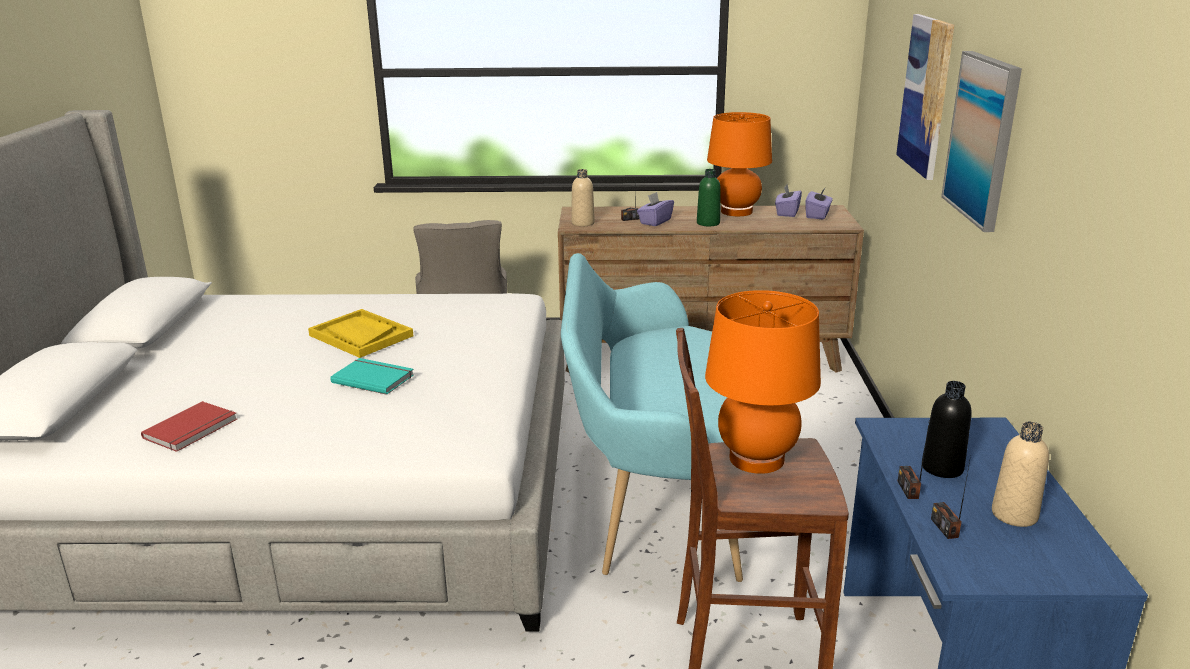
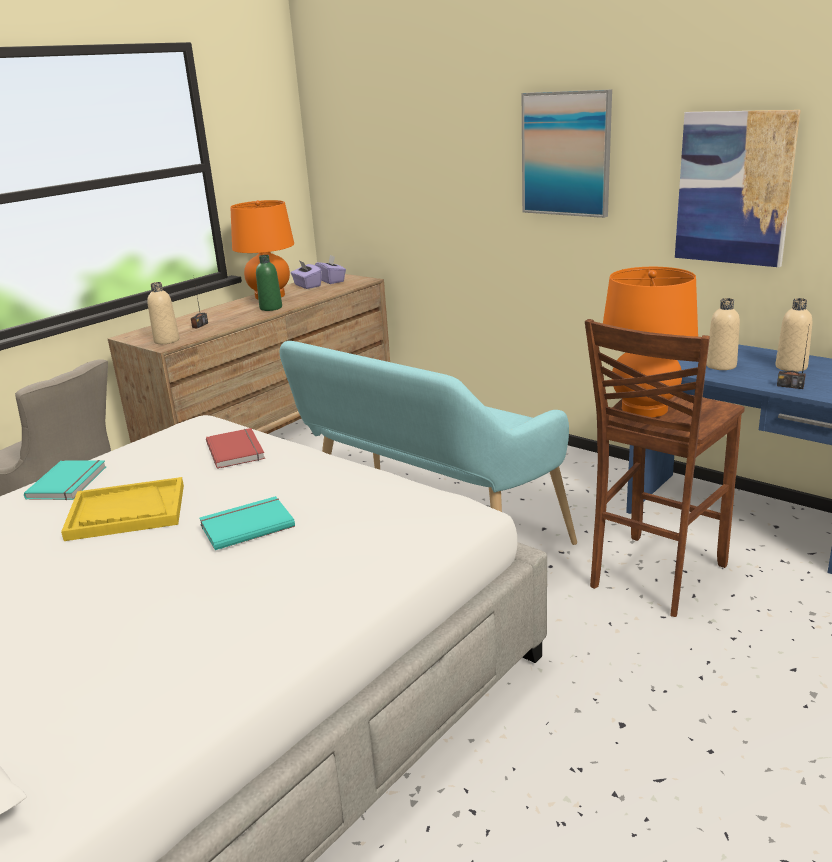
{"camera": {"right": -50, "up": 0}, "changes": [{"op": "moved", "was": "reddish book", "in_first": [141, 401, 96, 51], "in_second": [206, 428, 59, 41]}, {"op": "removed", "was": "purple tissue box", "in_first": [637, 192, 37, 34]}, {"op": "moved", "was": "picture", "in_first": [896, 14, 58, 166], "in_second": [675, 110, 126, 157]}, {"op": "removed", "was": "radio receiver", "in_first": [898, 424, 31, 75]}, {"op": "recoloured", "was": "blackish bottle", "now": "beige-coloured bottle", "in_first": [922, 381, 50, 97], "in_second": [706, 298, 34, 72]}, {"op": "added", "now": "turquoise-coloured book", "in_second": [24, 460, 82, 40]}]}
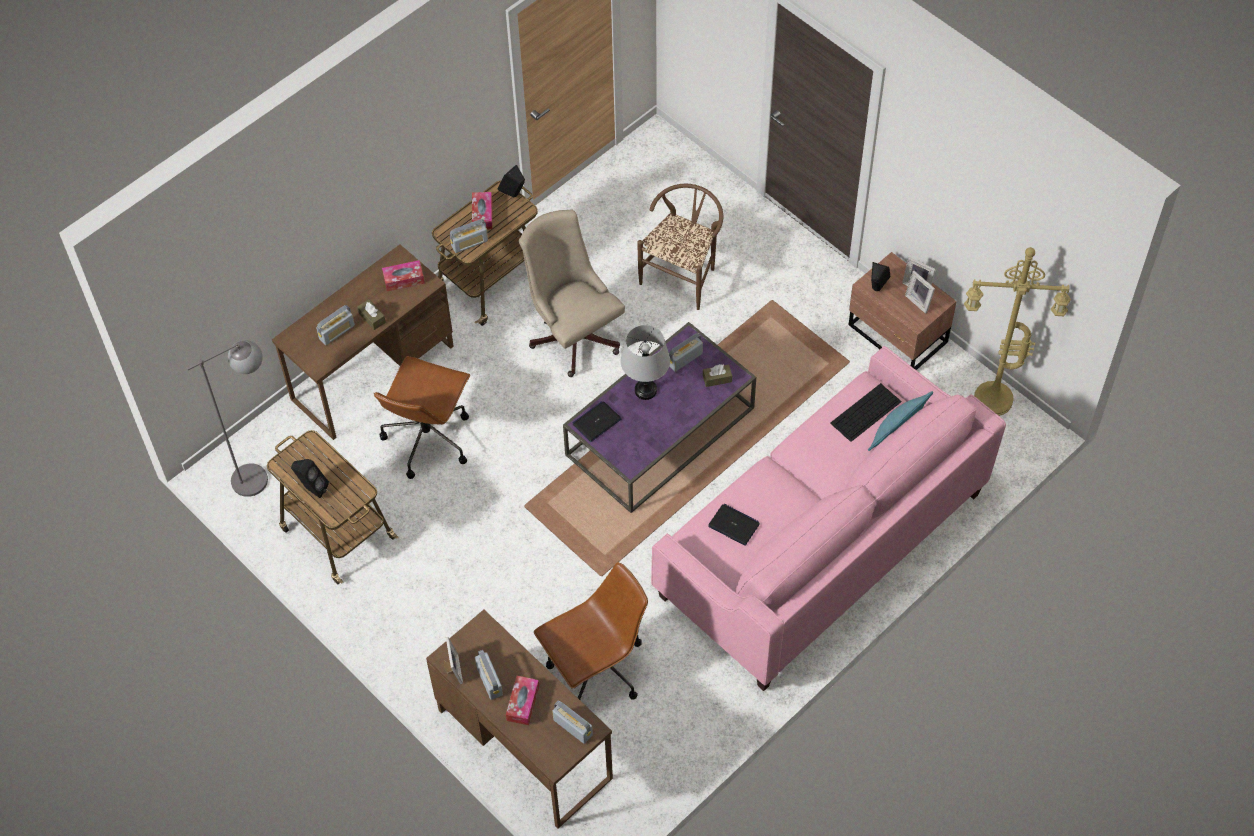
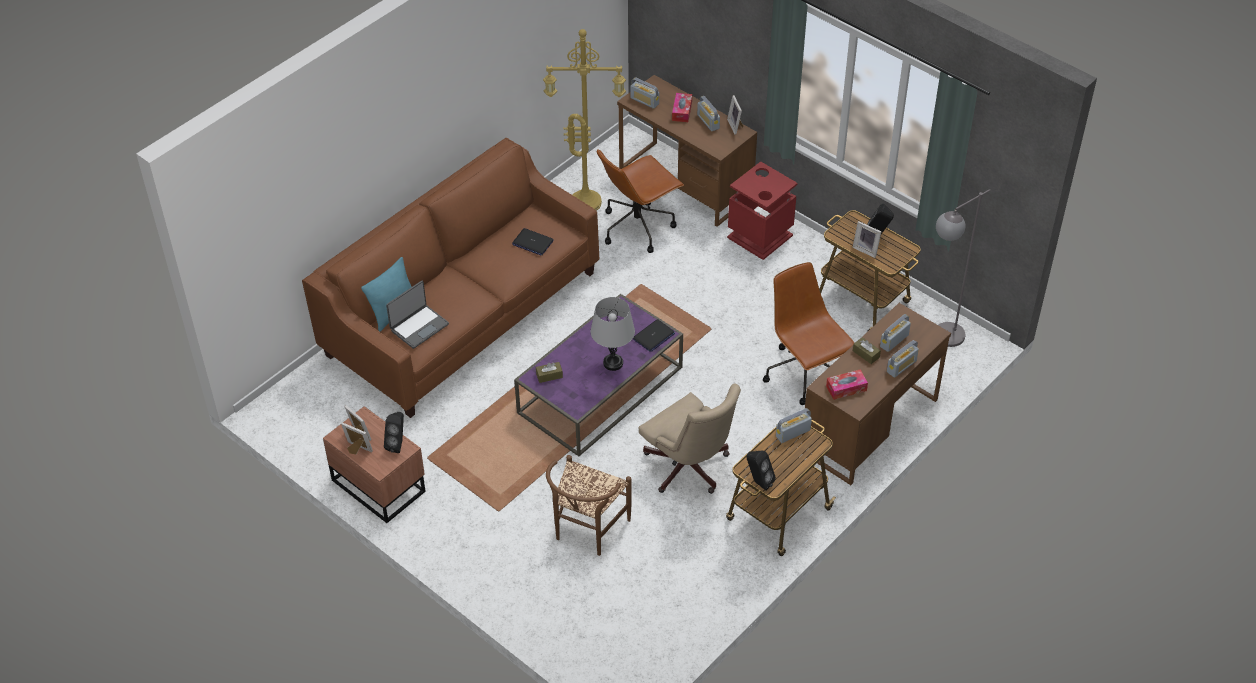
{"camera": {"right": 175, "up": -10}, "changes": [{"op": "turned", "was": "brown office chair", "in_first": [373, 356, 97, 123], "in_second": [763, 262, 91, 143], "clockwise": -45}, {"op": "removed", "was": "tissue box", "in_first": [472, 192, 21, 37]}, {"op": "recoloured", "was": "pink settee", "now": "brown settee", "in_first": [651, 346, 355, 345], "in_second": [302, 138, 297, 280]}, {"op": "moved", "was": "radio receiver", "in_first": [669, 333, 34, 39], "in_second": [887, 340, 32, 38]}, {"op": "replaced", "was": "computer keyboard", "now": "portable computer", "in_first": [830, 383, 72, 59], "in_second": [386, 281, 63, 68]}, {"op": "moved", "was": "yellow standard lamp", "in_first": [964, 247, 107, 169], "in_second": [543, 29, 83, 182]}, {"op": "added", "now": "reddish rubbish bin", "in_second": [727, 162, 71, 98]}, {"op": "added", "now": "standing frame", "in_second": [852, 221, 29, 37]}]}
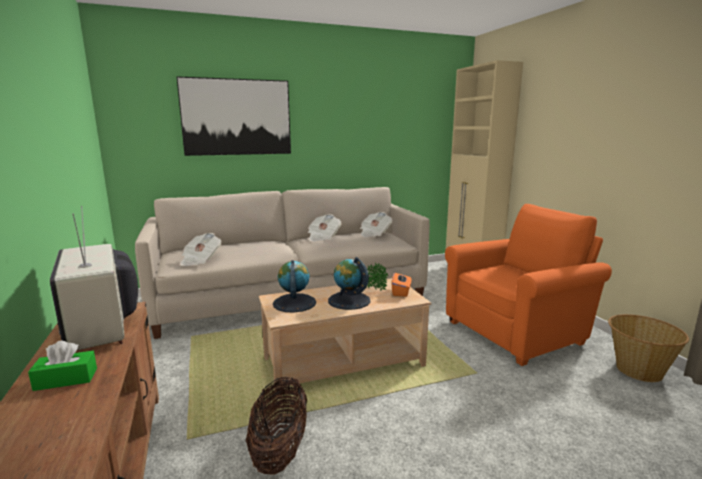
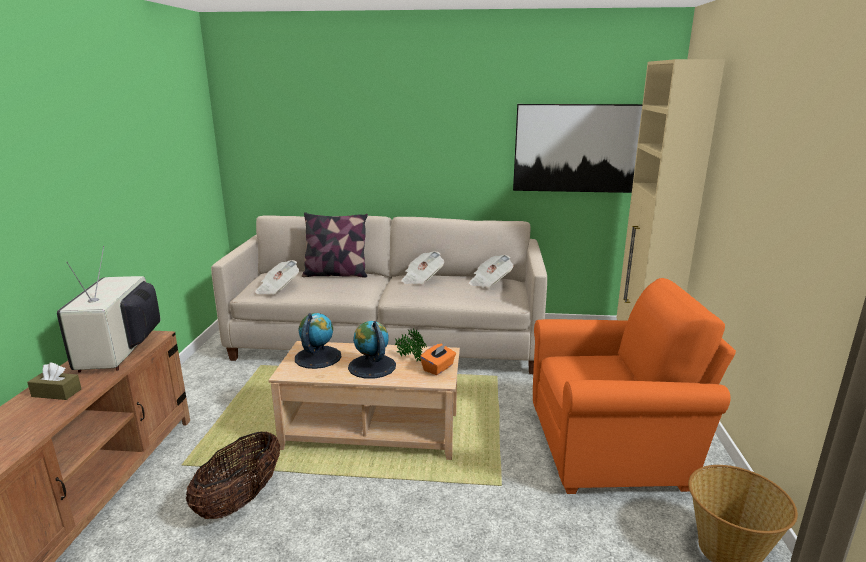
{"camera": {"right": 25, "up": 5}, "changes": [{"op": "recoloured", "was": "greenish tissue box", "now": "brown tissue box", "in_first": [28, 341, 69, 50], "in_second": [27, 362, 54, 38]}, {"op": "moved", "was": "picture", "in_first": [176, 76, 115, 80], "in_second": [513, 104, 129, 89]}, {"op": "added", "now": "pillow", "in_second": [302, 212, 66, 66]}]}
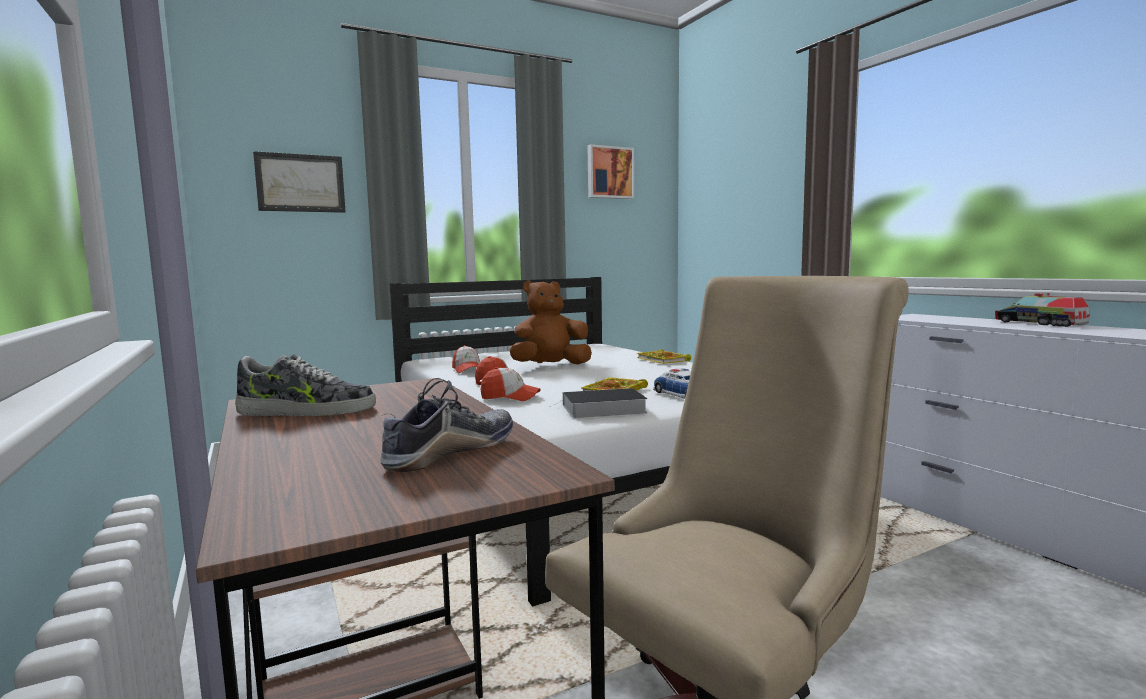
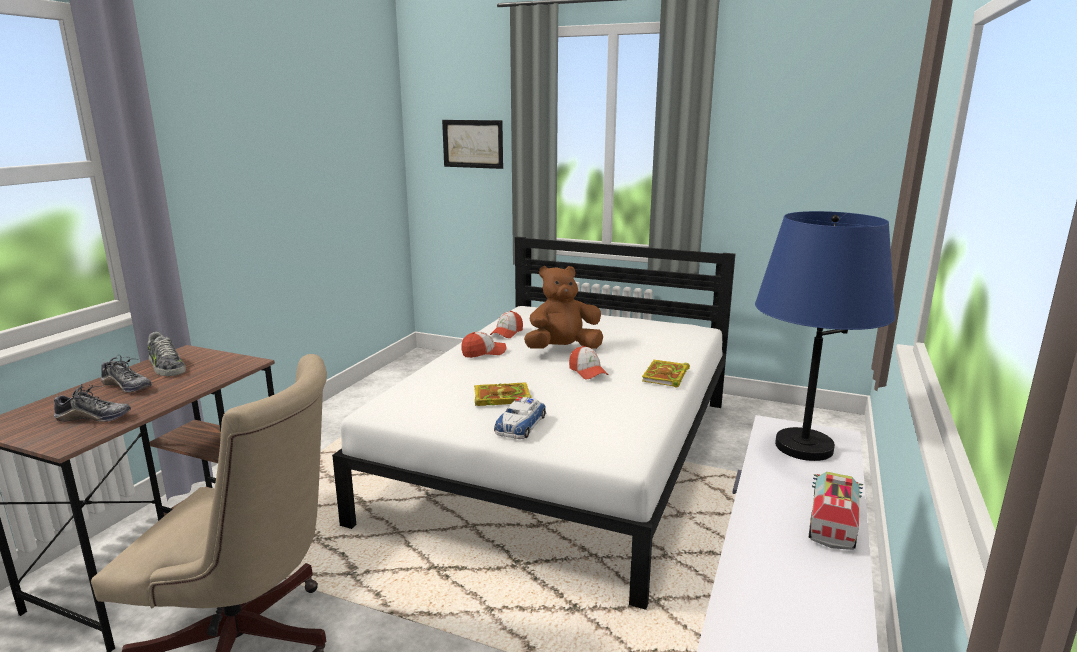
{"camera": {"right": 50, "up": 10}, "changes": [{"op": "moved", "was": "cap", "in_first": [481, 367, 60, 34], "in_second": [569, 346, 40, 33]}, {"op": "turned", "was": "brown plush toy", "in_first": [509, 280, 83, 84], "in_second": [524, 266, 79, 83], "clockwise": -45}, {"op": "removed", "was": "book", "in_first": [550, 388, 98, 30]}, {"op": "removed", "was": "picture", "in_first": [587, 144, 47, 55]}, {"op": "added", "now": "item of footwear", "in_second": [101, 355, 51, 38]}, {"op": "added", "now": "blue lamp for a table", "in_second": [755, 211, 140, 250]}]}
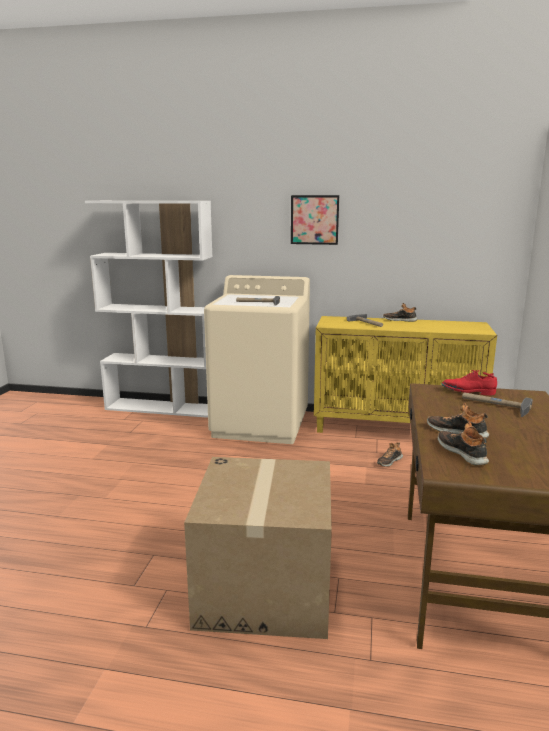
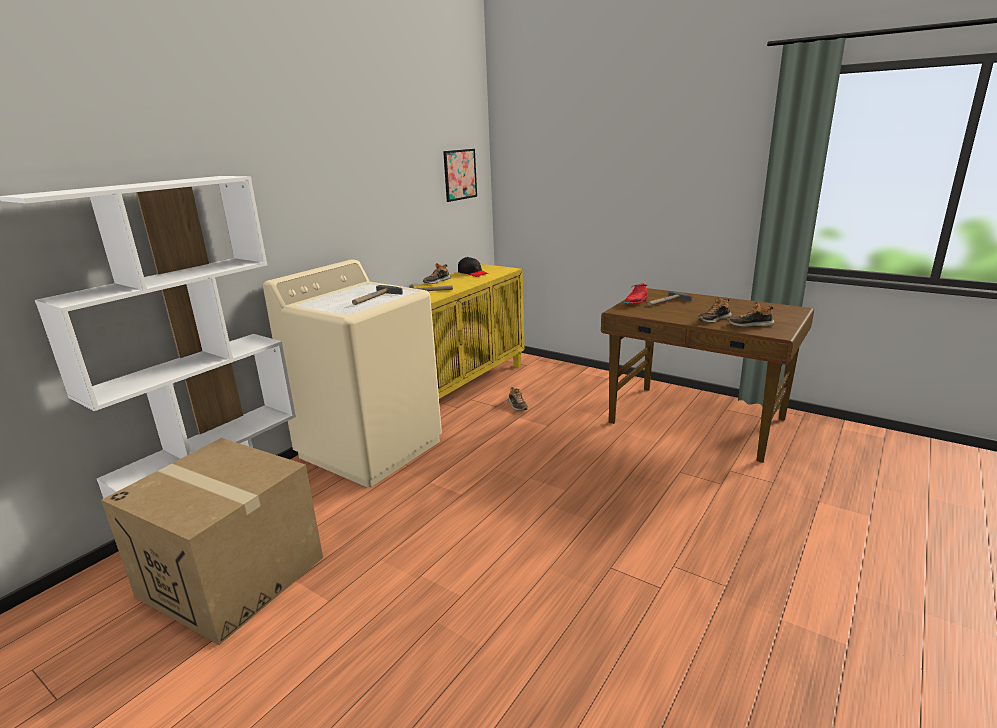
{"camera": {"right": -65, "up": 5}, "changes": [{"op": "moved", "was": "cardboard box", "in_first": [184, 457, 148, 182], "in_second": [101, 438, 222, 207]}, {"op": "moved", "was": "picture", "in_first": [291, 195, 48, 50], "in_second": [443, 149, 34, 53]}, {"op": "added", "now": "blackish cap", "in_second": [458, 257, 30, 20]}]}
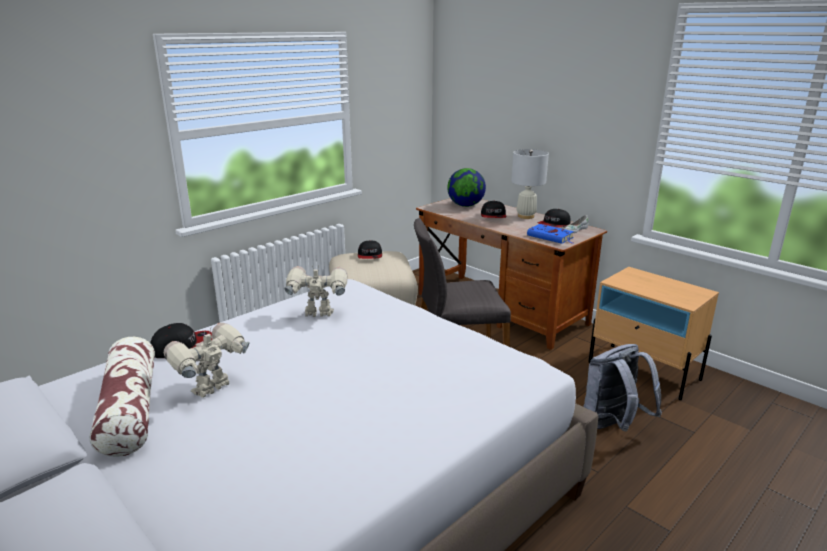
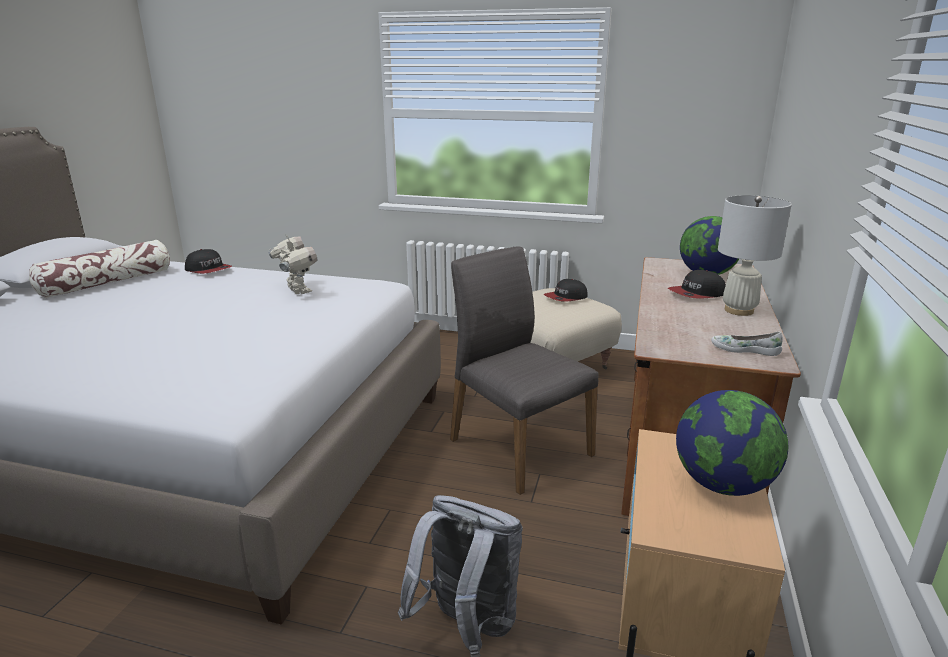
{"camera": {"right": 60, "up": 0}, "changes": [{"op": "removed", "was": "robot figure", "in_first": [164, 323, 86, 75]}, {"op": "removed", "was": "blue book", "in_first": [527, 224, 47, 20]}, {"op": "removed", "was": "cap", "in_first": [538, 209, 32, 18]}, {"op": "added", "now": "desk globe", "in_second": [676, 390, 112, 106]}]}
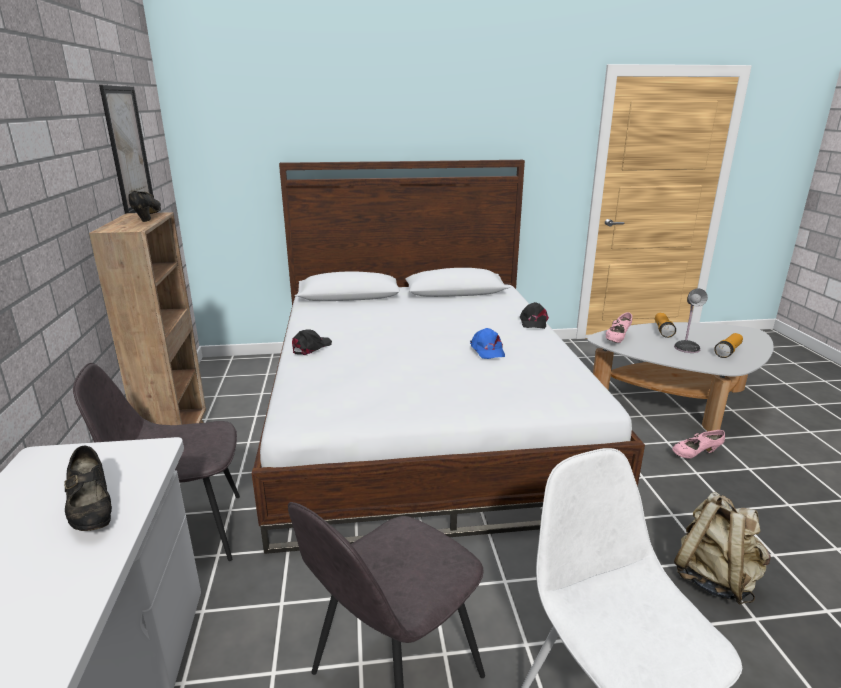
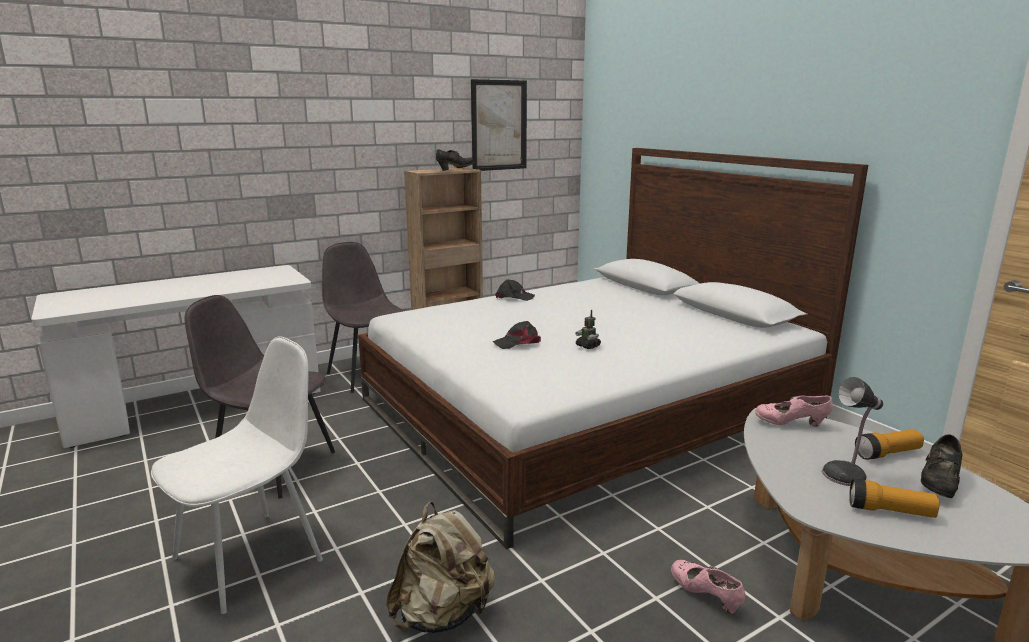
{"camera": {"right": 65, "up": -5}, "changes": [{"op": "moved", "was": "blackish item of footwear", "in_first": [64, 446, 48, 85], "in_second": [921, 434, 42, 64]}, {"op": "replaced", "was": "blue cap", "now": "robot figure", "in_first": [470, 328, 35, 31], "in_second": [575, 310, 26, 39]}, {"op": "moved", "was": "blackish cap", "in_first": [520, 302, 29, 27], "in_second": [493, 321, 48, 28]}]}
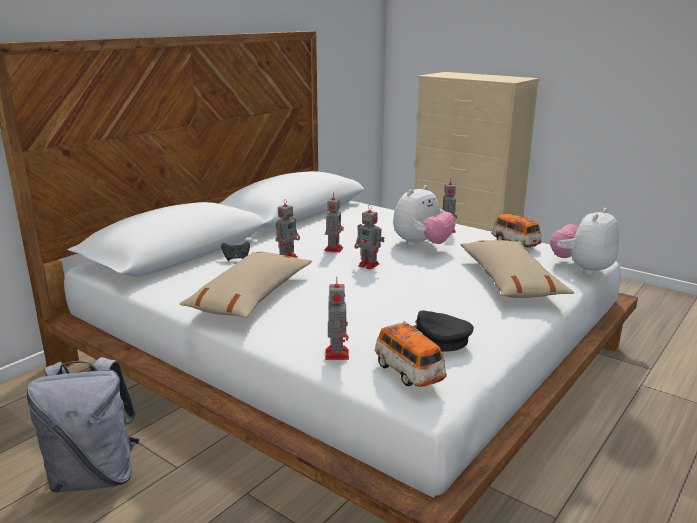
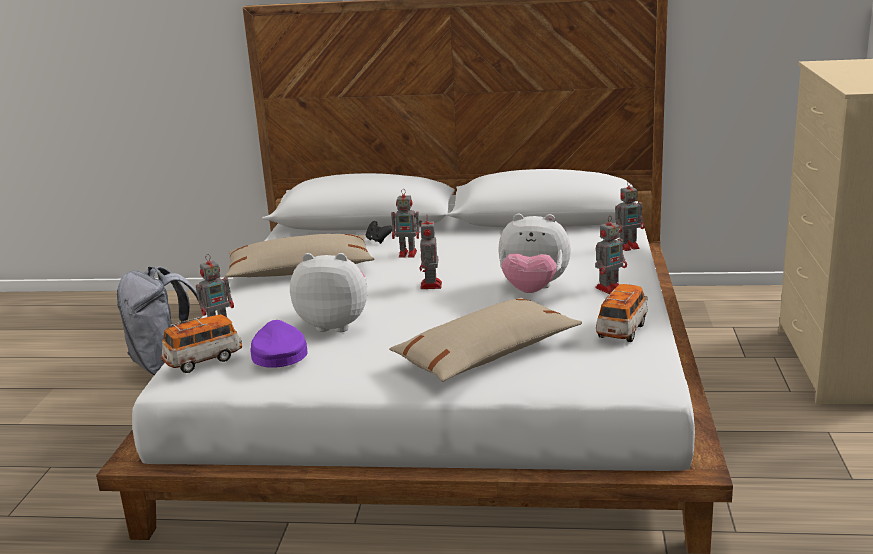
{"camera": {"right": 60, "up": 0}, "changes": [{"op": "moved", "was": "robot figure", "in_first": [324, 192, 20, 61], "in_second": [615, 180, 30, 71]}, {"op": "turned", "was": "miniature car", "in_first": [374, 321, 73, 66], "in_second": [161, 314, 81, 59], "clockwise": -150}, {"op": "recoloured", "was": "blackish cap", "now": "purple cap", "in_first": [412, 310, 62, 42], "in_second": [251, 320, 56, 48]}, {"op": "moved", "was": "plush toy", "in_first": [550, 208, 69, 67], "in_second": [290, 253, 77, 79]}]}
